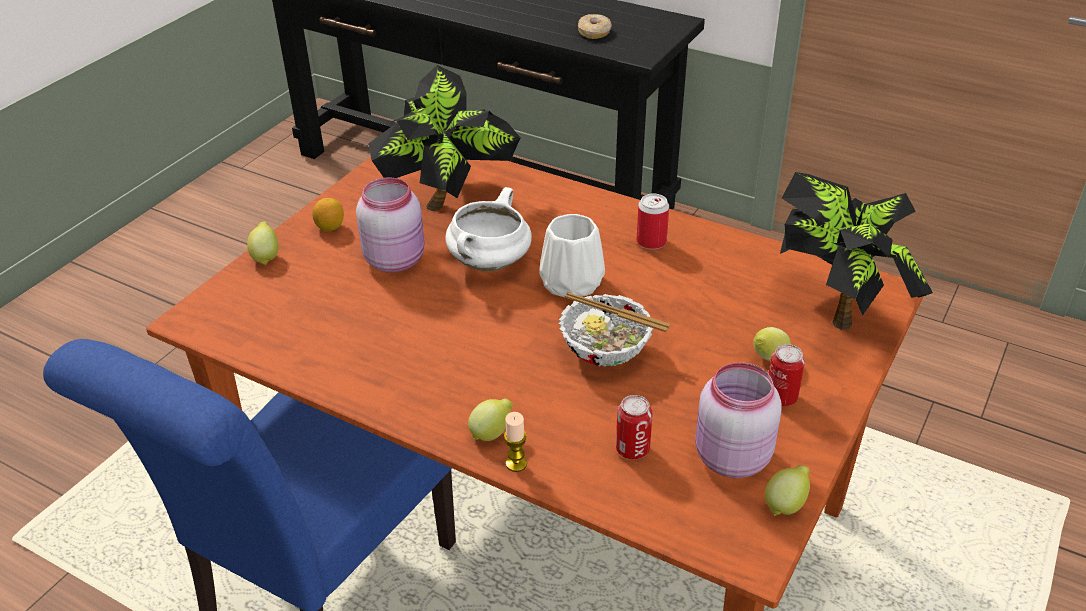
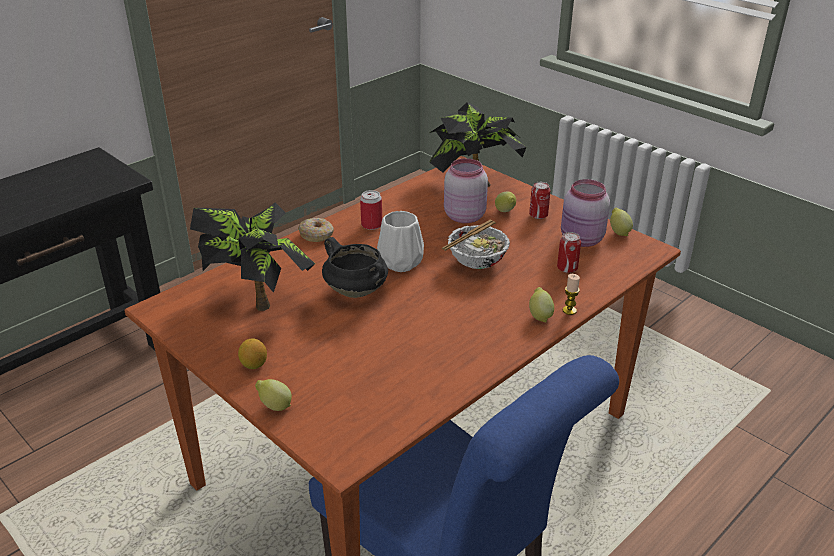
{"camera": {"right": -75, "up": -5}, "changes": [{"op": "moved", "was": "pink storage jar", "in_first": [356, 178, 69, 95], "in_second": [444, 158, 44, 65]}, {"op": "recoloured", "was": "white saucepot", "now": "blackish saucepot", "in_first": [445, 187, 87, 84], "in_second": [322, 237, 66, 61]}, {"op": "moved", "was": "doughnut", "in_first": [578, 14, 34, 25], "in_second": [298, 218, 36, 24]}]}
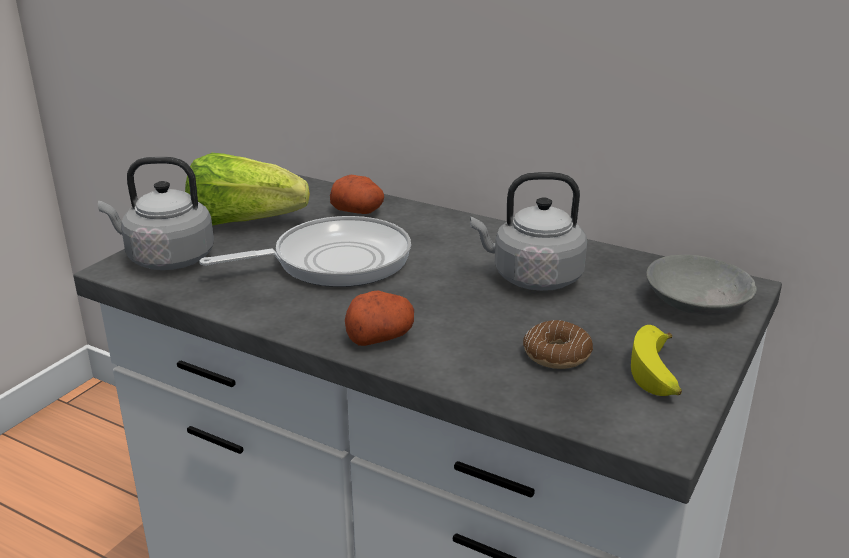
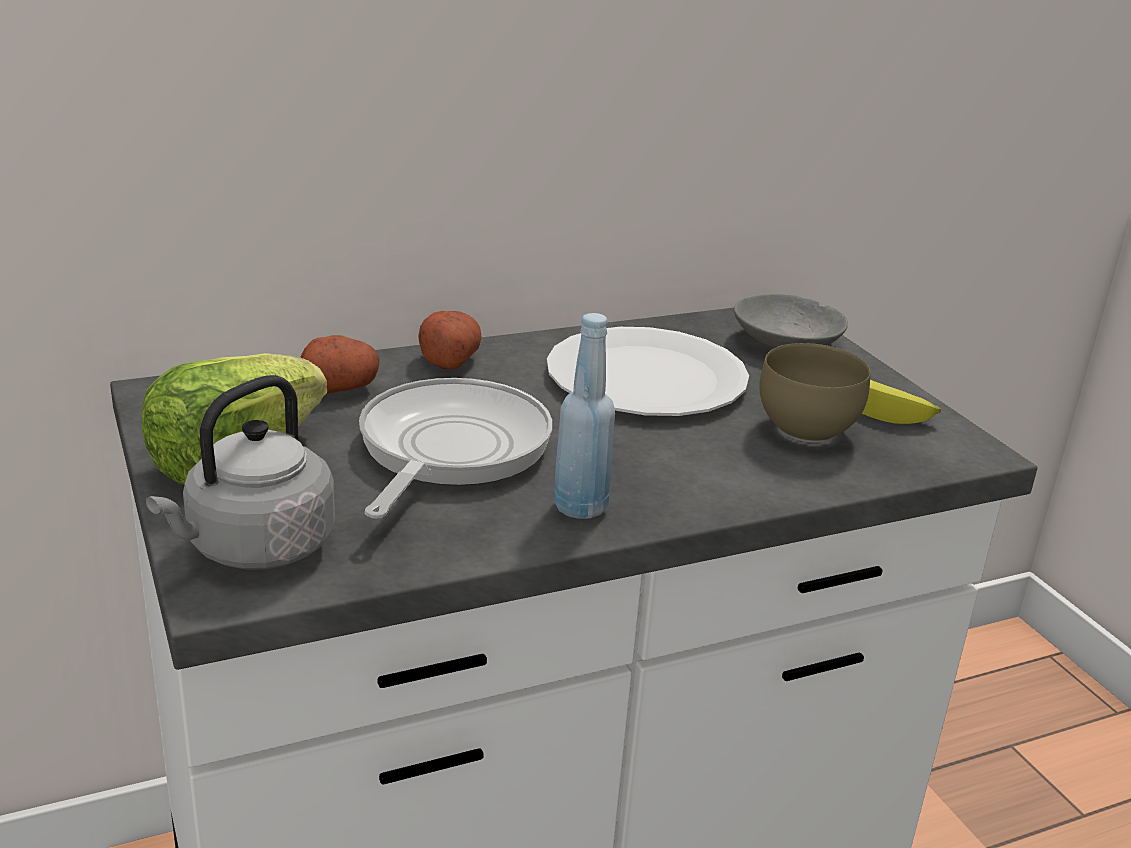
{"camera": {"right": -55, "up": 0}, "changes": [{"op": "moved", "was": "whole potato", "in_first": [345, 290, 69, 56], "in_second": [418, 311, 63, 58]}, {"op": "replaced", "was": "greyish tea kettle", "now": "white flat dish", "in_first": [470, 172, 117, 119], "in_second": [547, 327, 202, 89]}, {"op": "replaced", "was": "doughnut", "now": "brown bowl", "in_first": [523, 320, 70, 49], "in_second": [759, 343, 112, 100]}, {"op": "added", "now": "blue bottle", "in_second": [554, 313, 61, 206]}]}
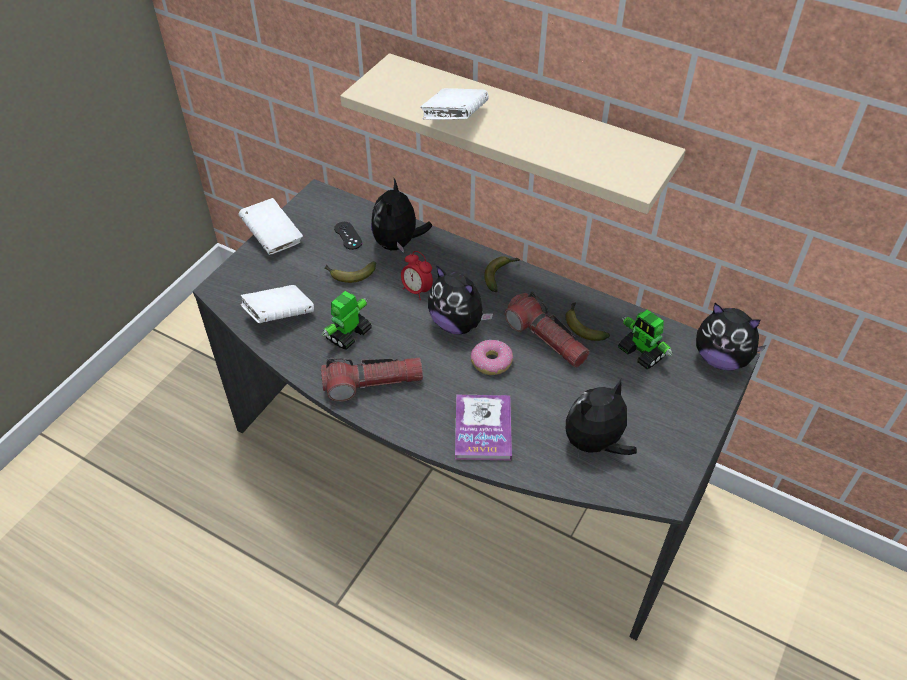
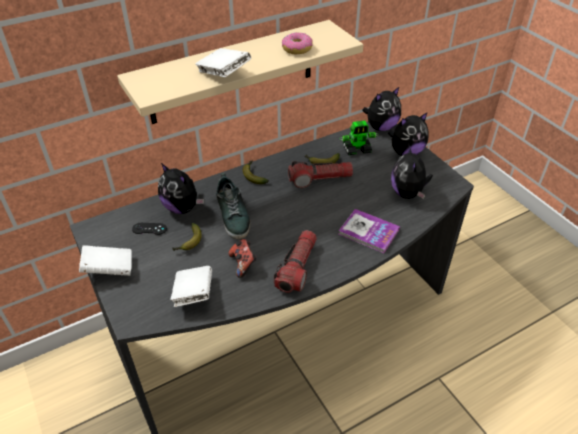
{"camera": {"right": -60, "up": -5}, "changes": [{"op": "replaced", "was": "robot figure", "now": "game controller", "in_first": [322, 291, 50, 59], "in_second": [228, 239, 29, 39]}, {"op": "replaced", "was": "table clock", "now": "item of footwear", "in_first": [401, 251, 32, 49], "in_second": [216, 173, 34, 66]}, {"op": "moved", "was": "plush toy", "in_first": [428, 265, 65, 70], "in_second": [388, 112, 41, 44]}, {"op": "moved", "was": "doughnut", "in_first": [471, 340, 42, 35], "in_second": [282, 33, 31, 21]}]}
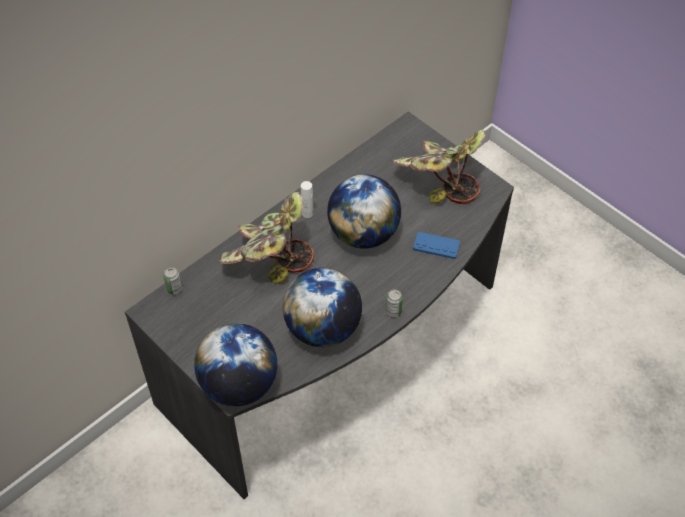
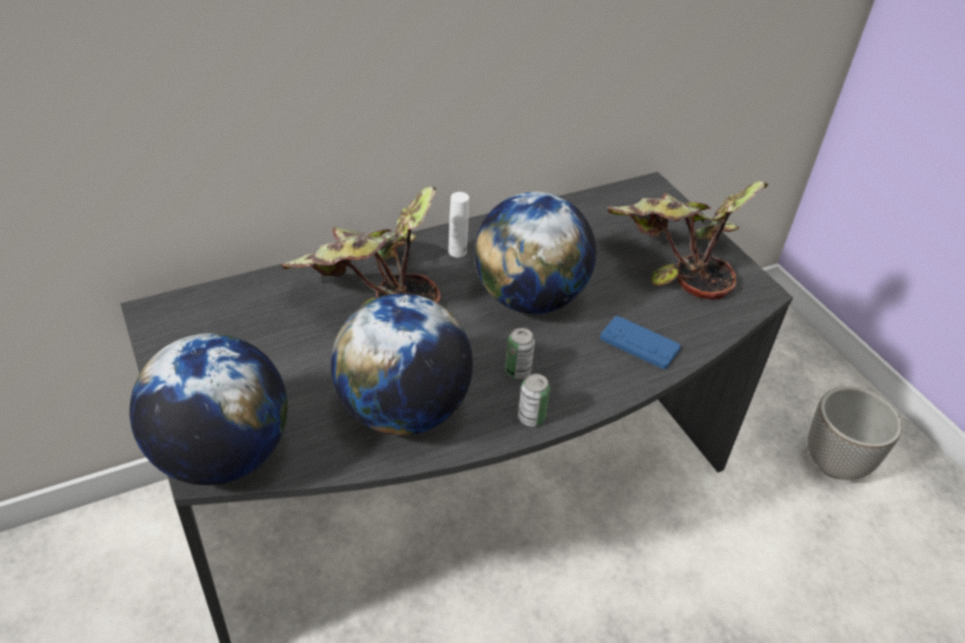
{"camera": {"right": 15, "up": -10}, "changes": [{"op": "moved", "was": "can", "in_first": [163, 267, 19, 28], "in_second": [505, 328, 30, 51]}, {"op": "added", "now": "plant pot", "in_second": [807, 386, 95, 94]}]}
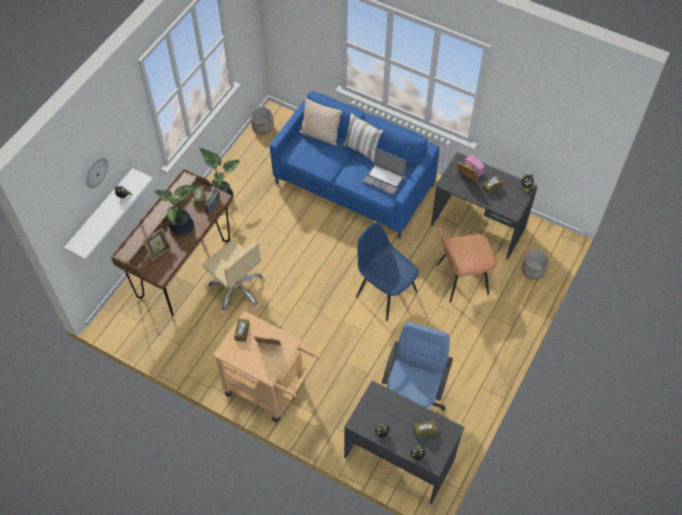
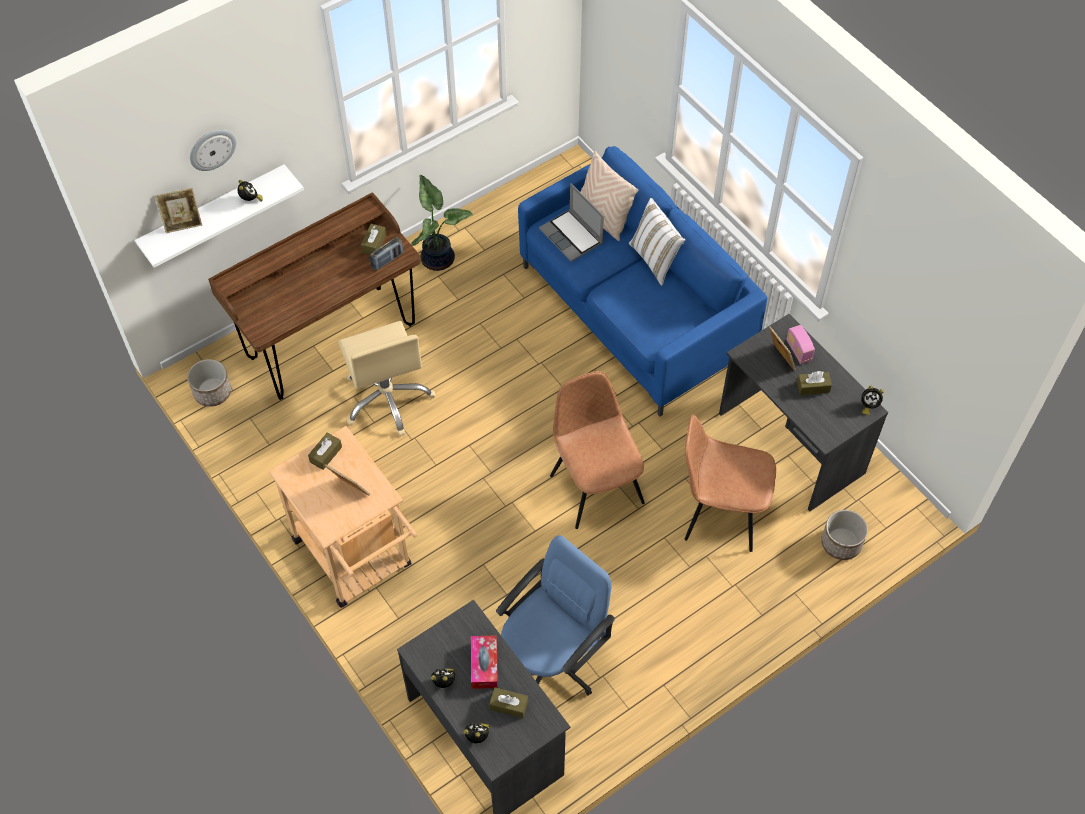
{"camera": {"right": 25, "up": 0}, "changes": [{"op": "moved", "was": "standing frame", "in_first": [143, 228, 28, 33], "in_second": [155, 188, 47, 45]}, {"op": "removed", "was": "potted plant", "in_first": [154, 185, 49, 51]}, {"op": "moved", "was": "plant pot", "in_first": [251, 107, 23, 27], "in_second": [187, 359, 44, 48]}, {"op": "recoloured", "was": "blue plain chair", "now": "brown plain chair", "in_first": [356, 222, 63, 99], "in_second": [550, 371, 95, 158]}, {"op": "moved", "was": "portable computer", "in_first": [363, 148, 43, 47], "in_second": [539, 183, 65, 79]}, {"op": "added", "now": "tissue box", "in_second": [471, 635, 27, 54]}]}
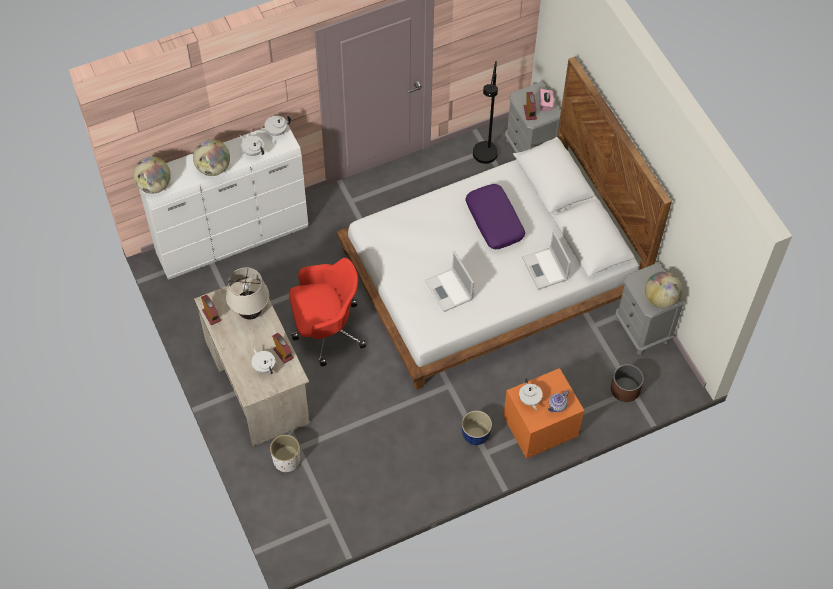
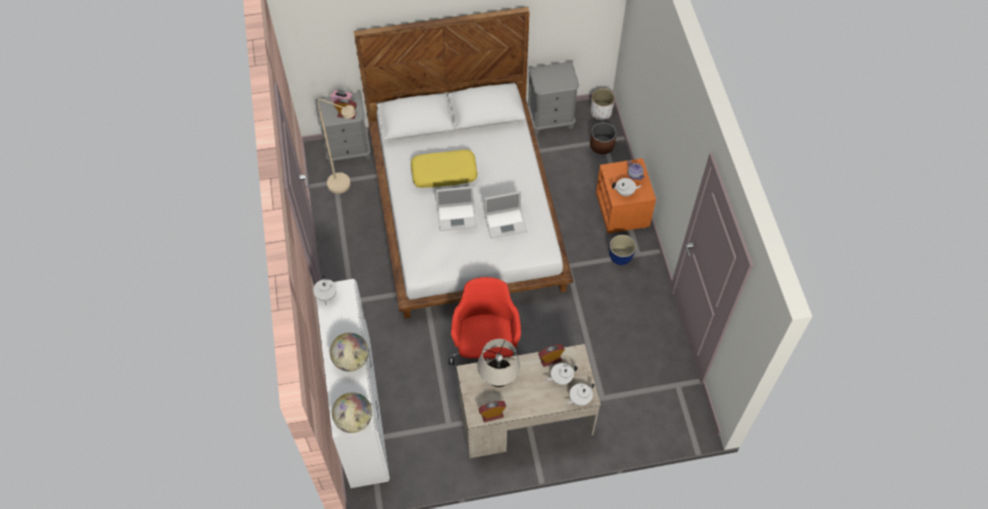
{"camera": {"right": -75, "up": 0}, "changes": [{"op": "moved", "was": "white tea pot", "in_first": [240, 135, 24, 21], "in_second": [566, 383, 28, 23]}, {"op": "moved", "was": "white plant pot", "in_first": [270, 434, 30, 38], "in_second": [591, 89, 24, 31]}, {"op": "recoloured", "was": "purple pillow", "now": "yellow pillow", "in_first": [465, 184, 60, 65], "in_second": [411, 150, 67, 38]}, {"op": "recoloured", "was": "blackish standard lamp", "now": "beige-coloured standard lamp", "in_first": [473, 61, 25, 103], "in_second": [317, 99, 39, 95]}, {"op": "moved", "was": "portable computer", "in_first": [522, 231, 49, 59], "in_second": [436, 186, 41, 45]}, {"op": "removed", "was": "desk globe", "in_first": [645, 271, 37, 37]}]}
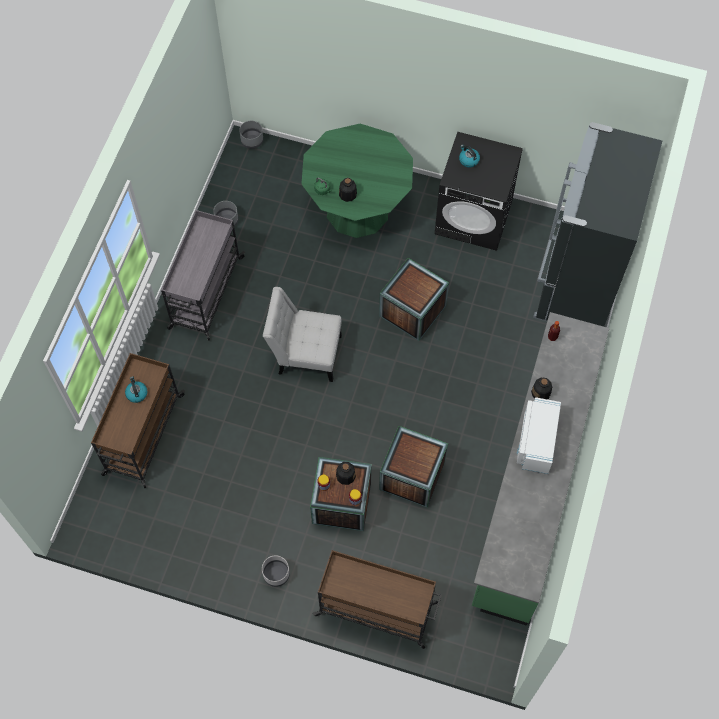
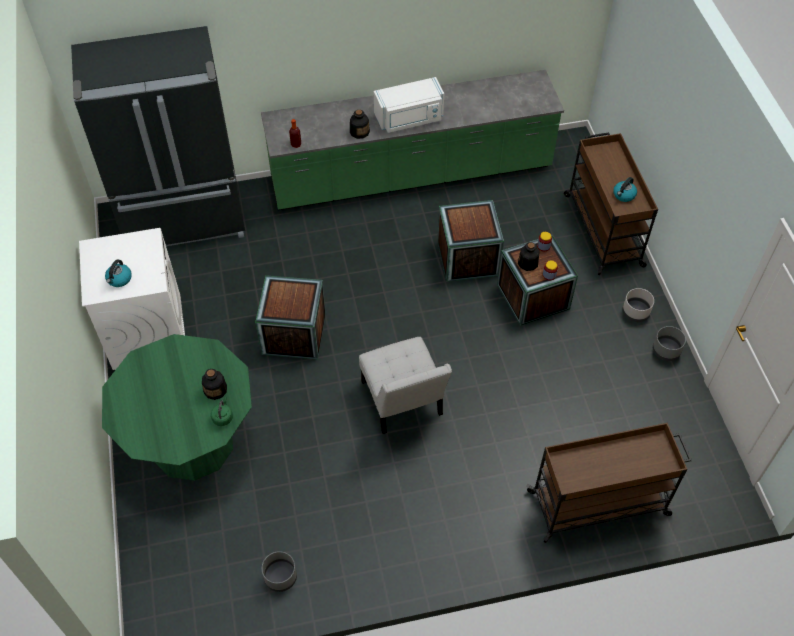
{"camera": {"right": -120, "up": -10}, "changes": [{"op": "moved", "was": "tea kettle", "in_first": [125, 376, 22, 27], "in_second": [613, 177, 24, 25]}, {"op": "removed", "was": "greyish wheeled cart", "in_first": [161, 210, 84, 131]}, {"op": "moved", "was": "greyish plant pot", "in_first": [239, 121, 24, 28], "in_second": [653, 326, 33, 35]}, {"op": "recoloured", "was": "blackish washing machine", "now": "white washing machine", "in_first": [435, 132, 88, 119], "in_second": [79, 228, 106, 142]}]}
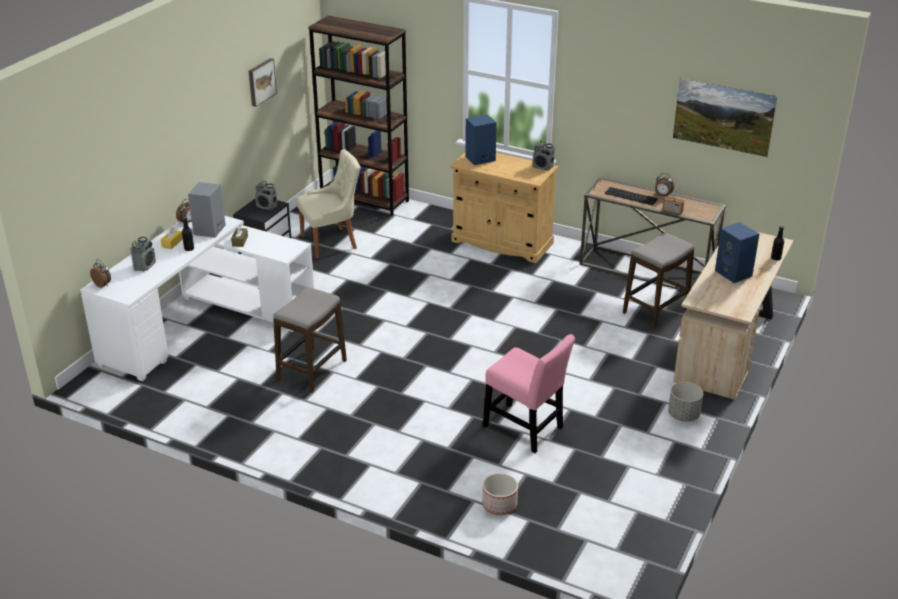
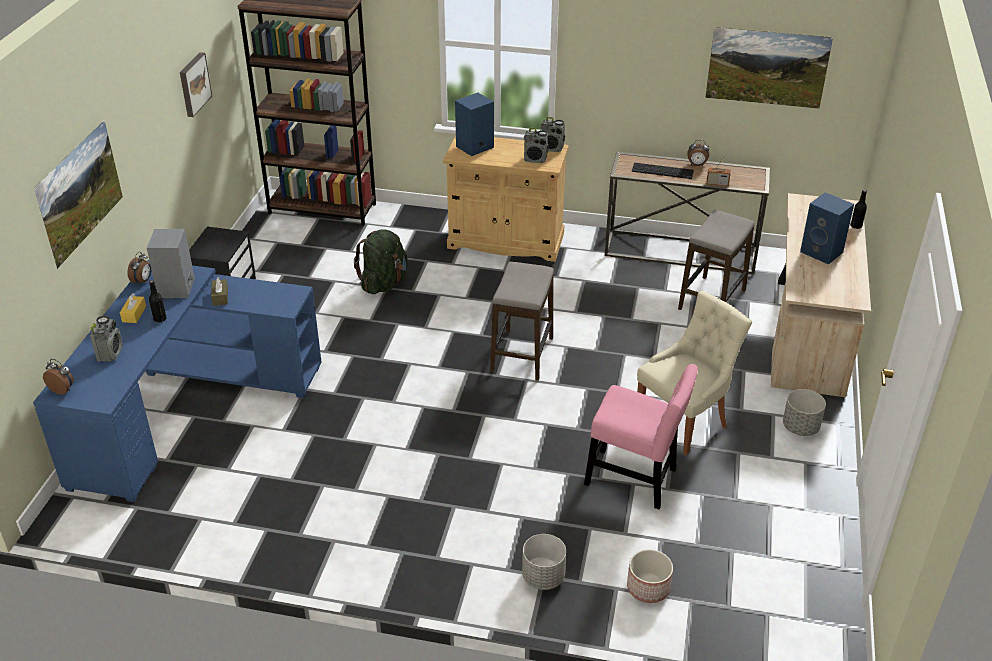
{"camera": {"right": -15, "up": 5}, "changes": [{"op": "recoloured", "was": "white desk", "now": "blue desk", "in_first": [80, 216, 234, 165], "in_second": [33, 260, 289, 242]}, {"op": "moved", "was": "radio receiver", "in_first": [255, 180, 22, 30], "in_second": [524, 128, 25, 35]}, {"op": "moved", "was": "sitting stool", "in_first": [273, 287, 74, 106], "in_second": [490, 262, 64, 119]}, {"op": "moved", "was": "beige-coloured plain chair", "in_first": [296, 149, 64, 109], "in_second": [637, 290, 115, 165]}, {"op": "added", "now": "picture", "in_second": [34, 120, 89, 149]}, {"op": "added", "now": "greenish knapsack", "in_second": [354, 229, 54, 65]}, {"op": "added", "now": "greyish plant pot", "in_second": [522, 534, 44, 56]}]}
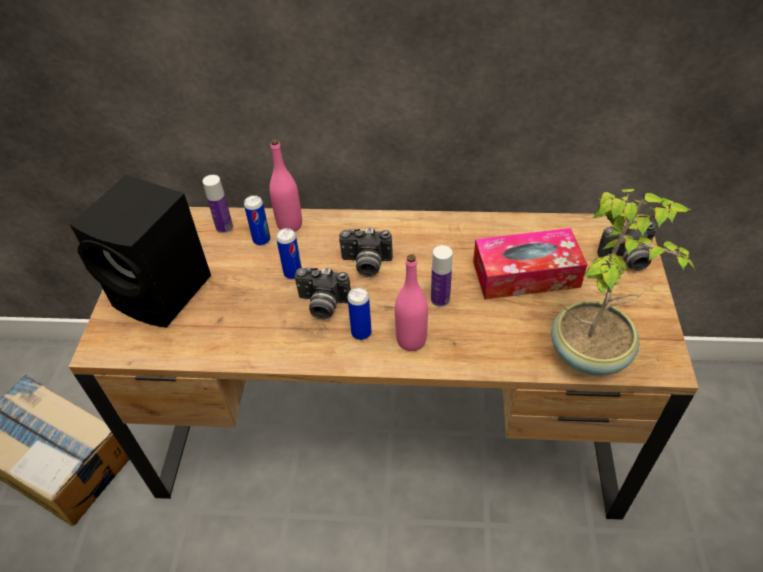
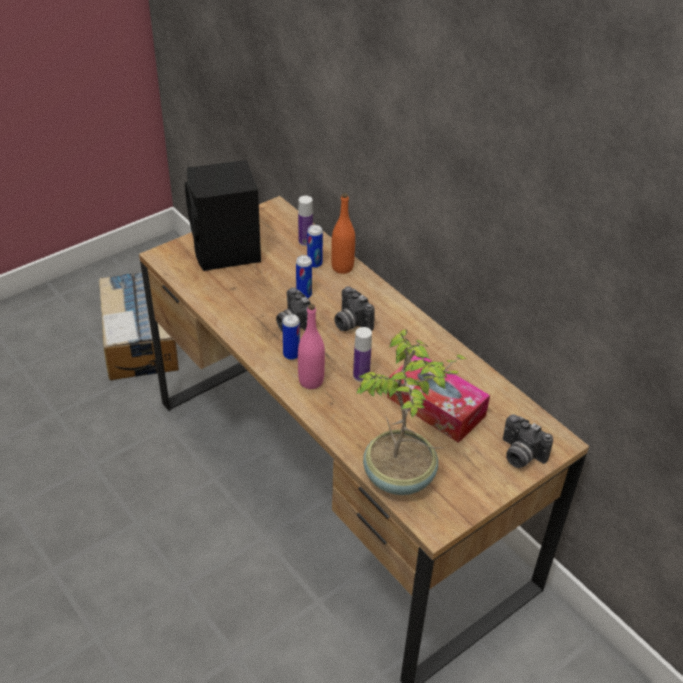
{"camera": {"right": 45, "up": -5}, "changes": [{"op": "recoloured", "was": "pink bottle", "now": "orange bottle", "in_first": [269, 139, 33, 93], "in_second": [331, 193, 24, 81]}]}
